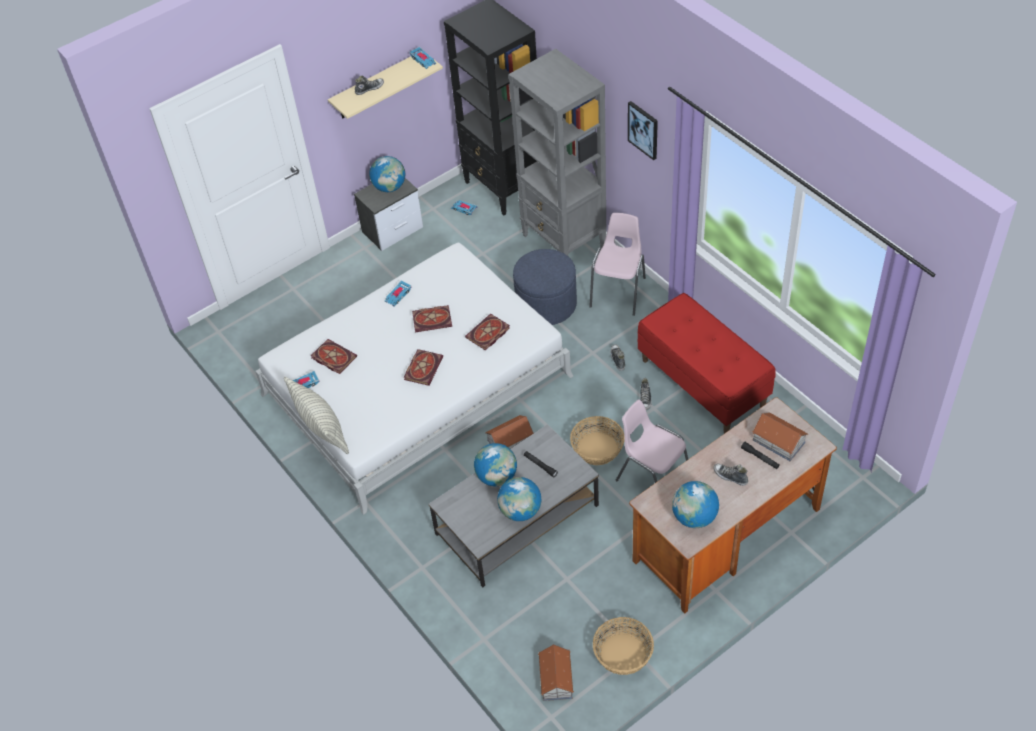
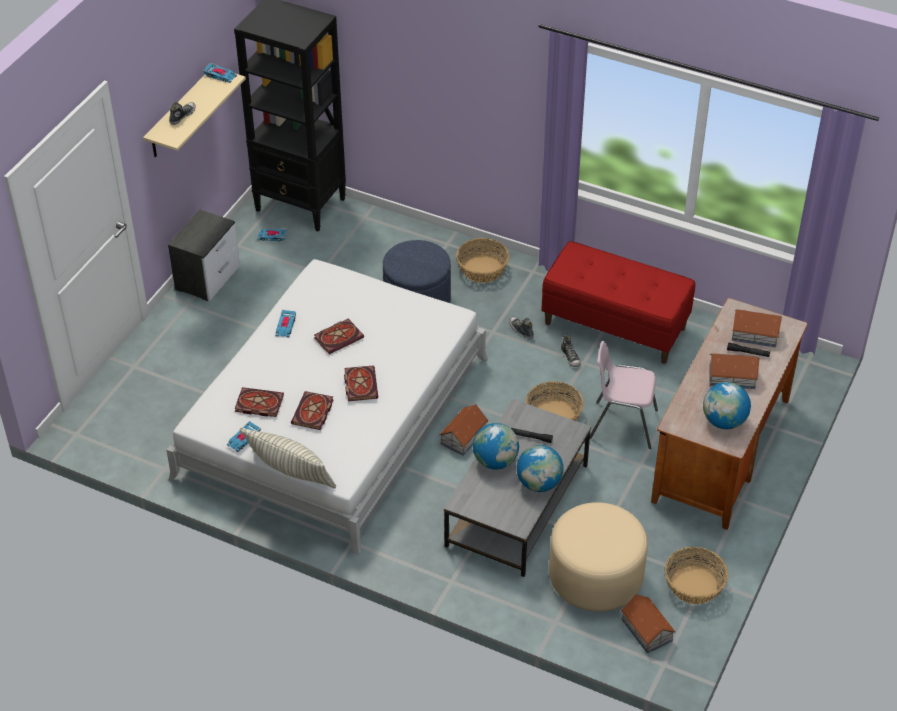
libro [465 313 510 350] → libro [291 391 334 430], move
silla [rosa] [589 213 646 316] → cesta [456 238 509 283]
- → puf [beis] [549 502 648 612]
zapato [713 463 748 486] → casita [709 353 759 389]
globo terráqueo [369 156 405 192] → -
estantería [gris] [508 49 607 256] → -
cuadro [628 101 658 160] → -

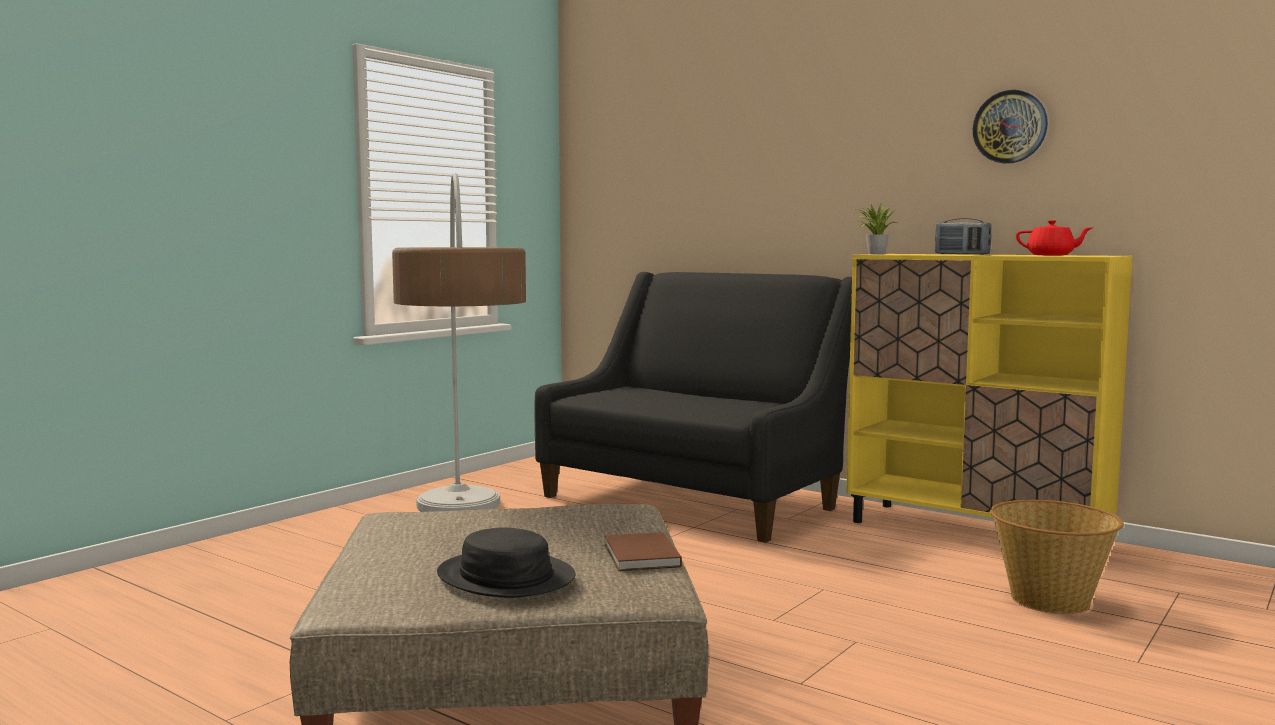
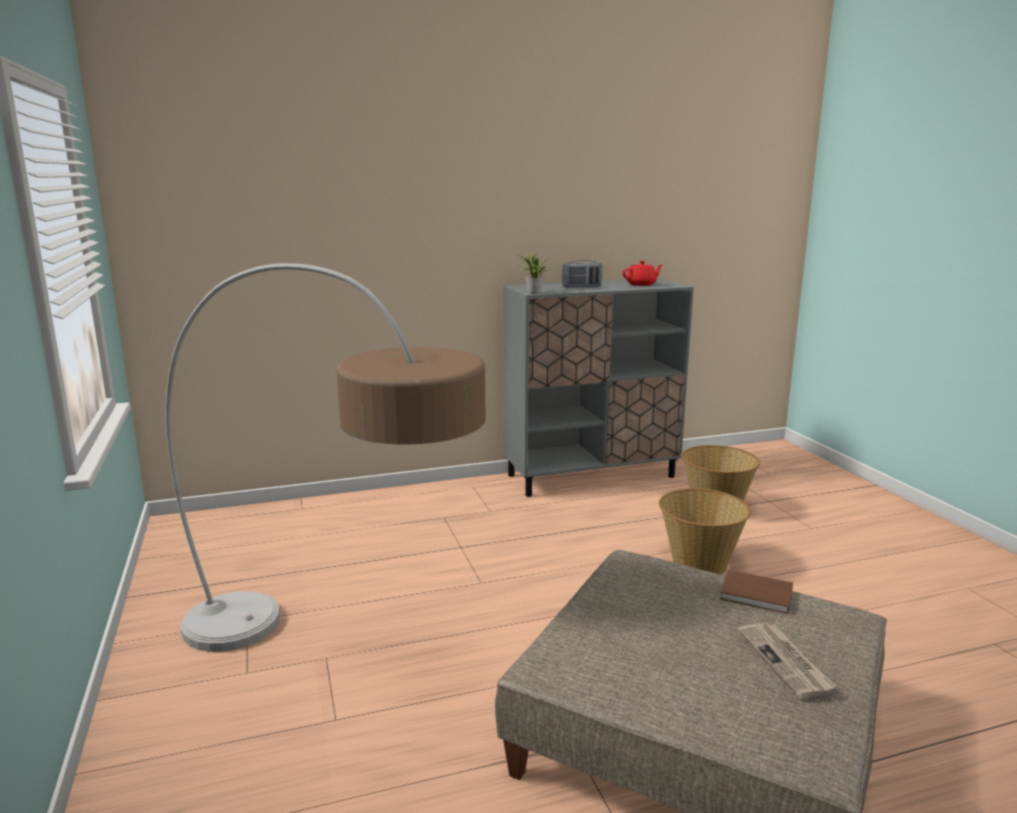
armario [amarillo] [846 254 1133 523] → armario [gris] [503 278 694 497]
- → cesta [659 488 751 575]
sombrero [negro] [437 527 576 598] → periódico [738 623 837 699]
sofá [negro] [535 272 852 543] → -
reloj de pared [973 90 1048 164] → -

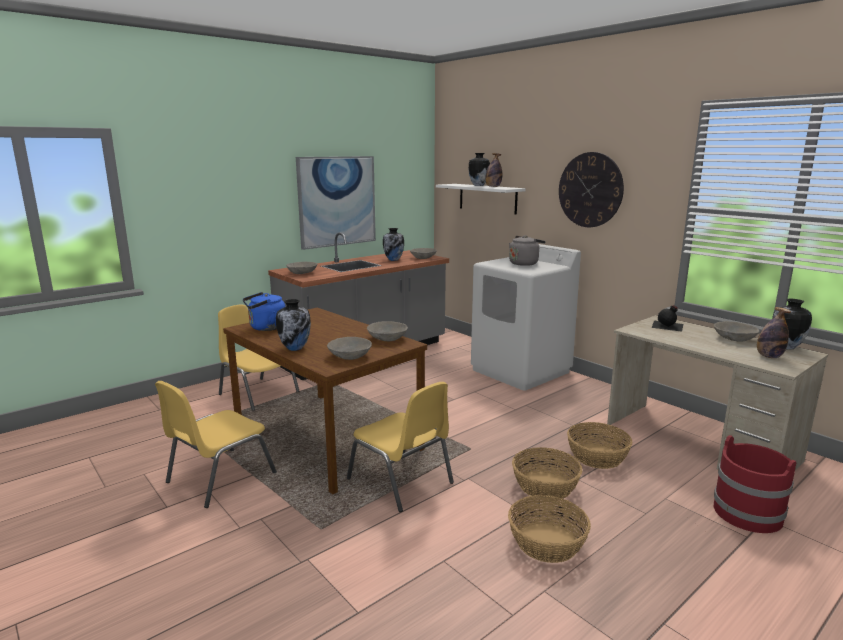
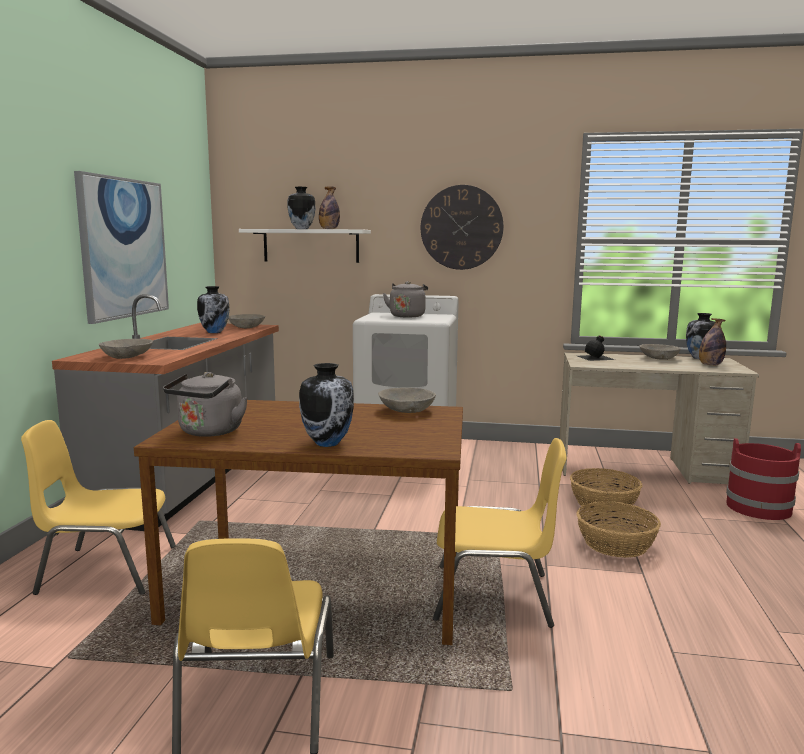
hervidor [azul] [243 292 286 331] → hervidor [gris] [163 372 248 437]
cuenco [gris] [327 337 372 360] → -
cesta [508 495 591 563] → -

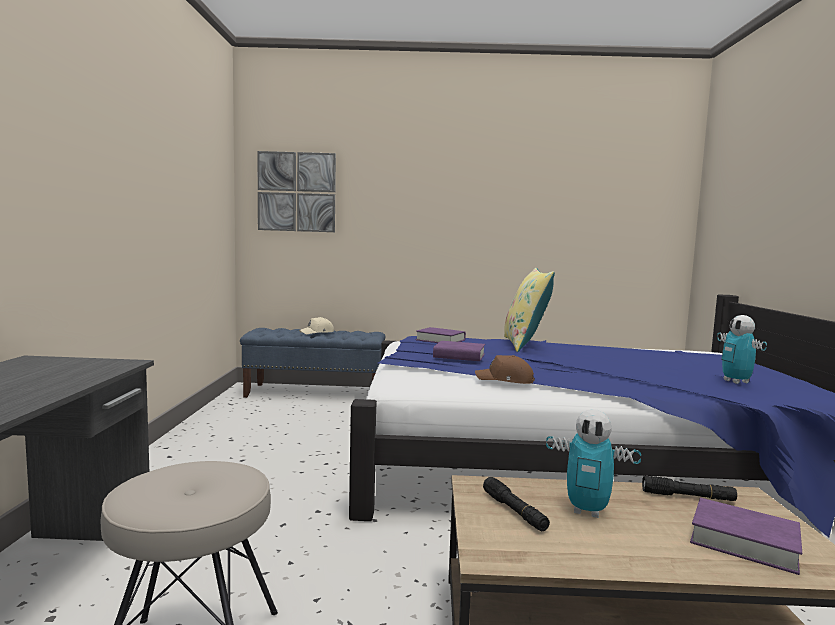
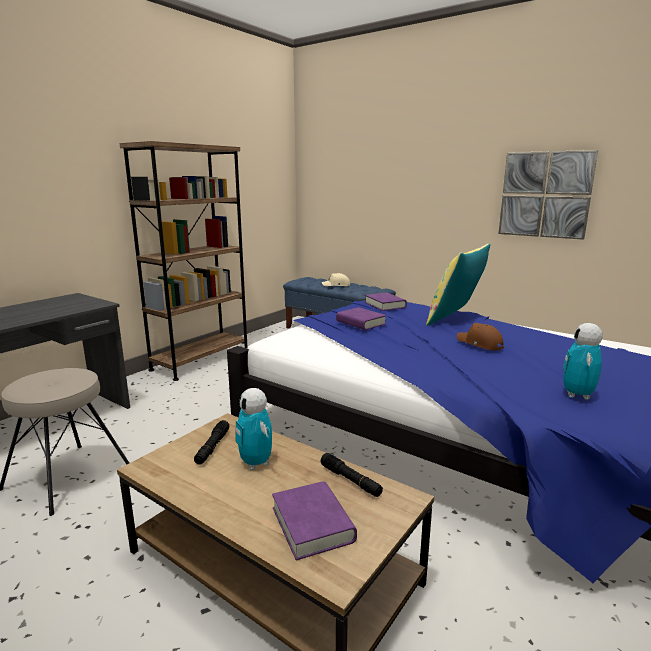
- → estantería [marrón] [120 141 247 381]
gorra [marrón] [475 355 535 384] → gorra [marrón] [457 323 504 350], move
cuadro [257 151 336 232] → cuadro [499 150 599 240], move

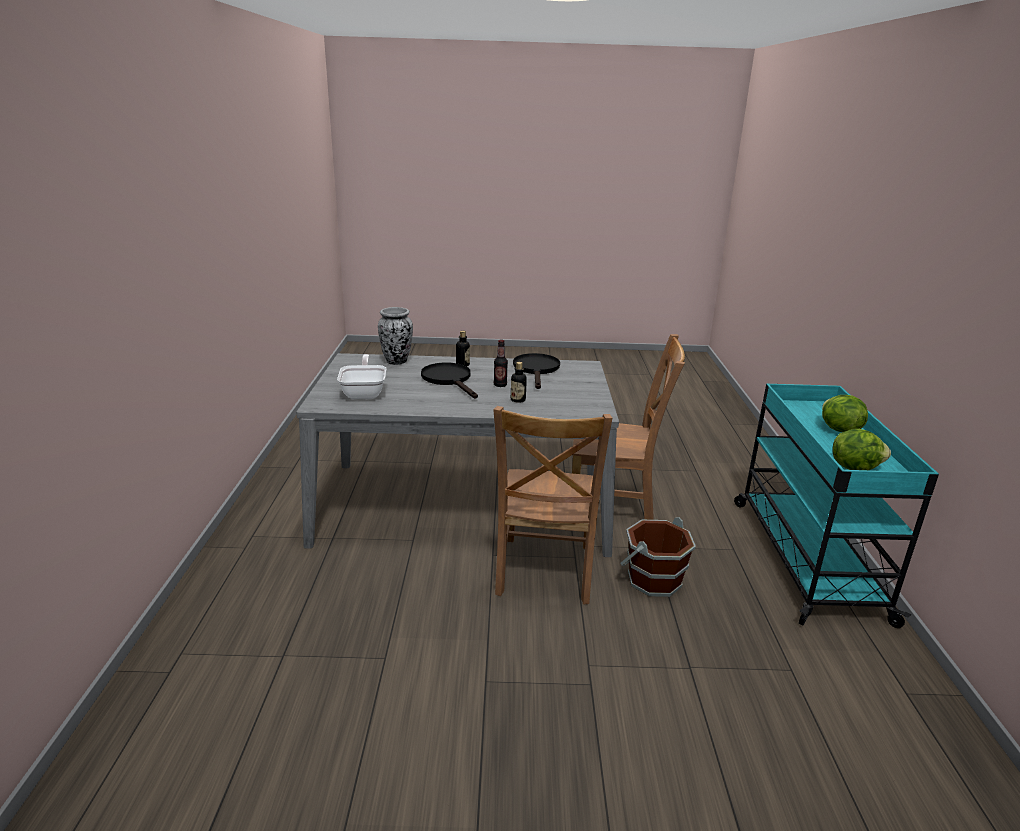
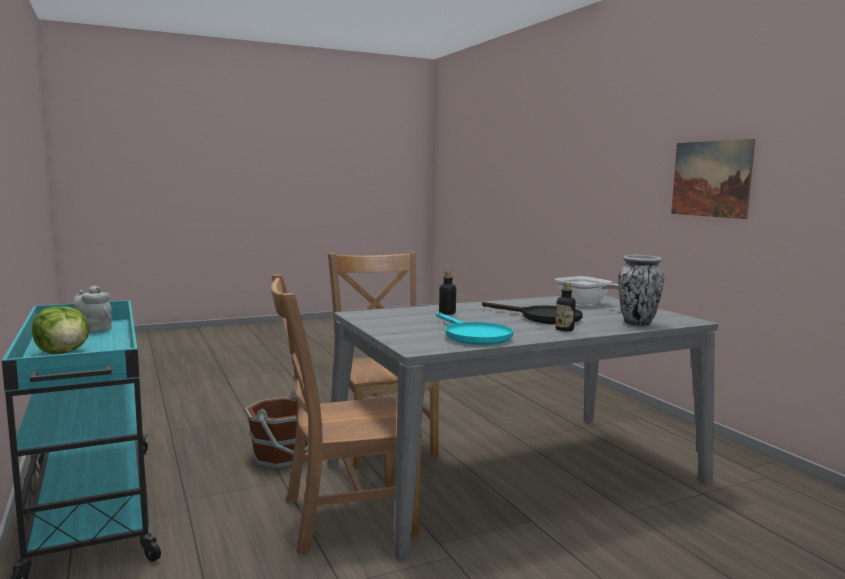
lechuga [833 429 891 470] → tetera [gris] [73 286 112 333]
sartén [negro] [513 353 560 389] → sartén [turquesa] [436 312 513 345]
- → cuadro [671 139 755 219]
botella [494 340 508 387] → -

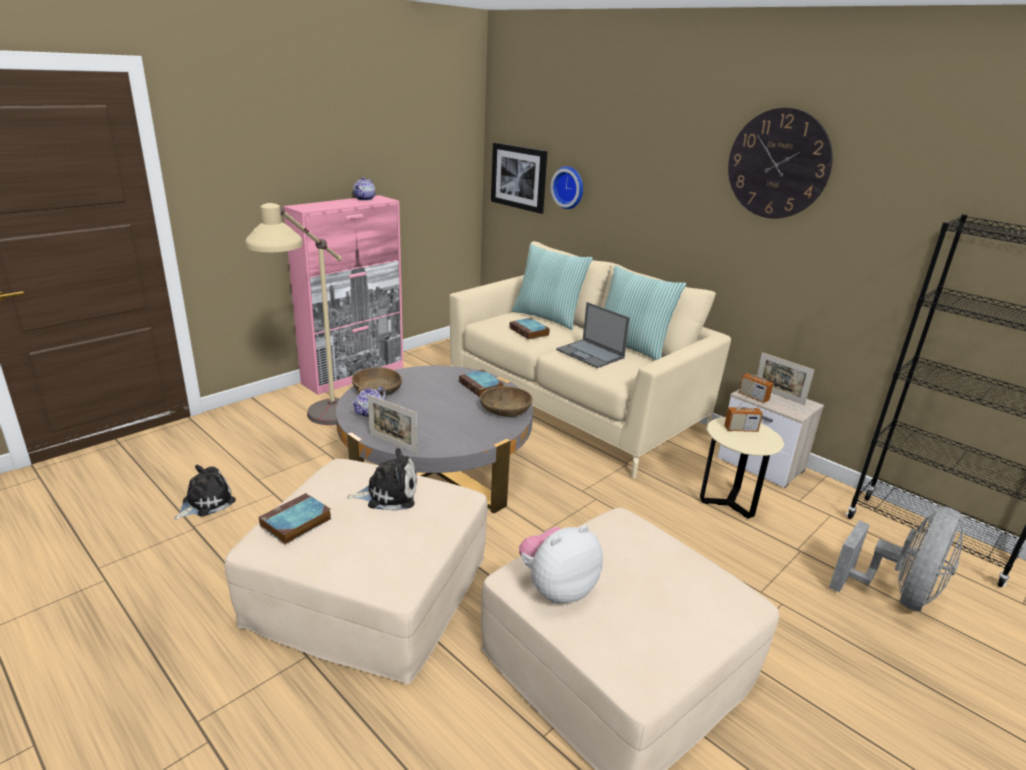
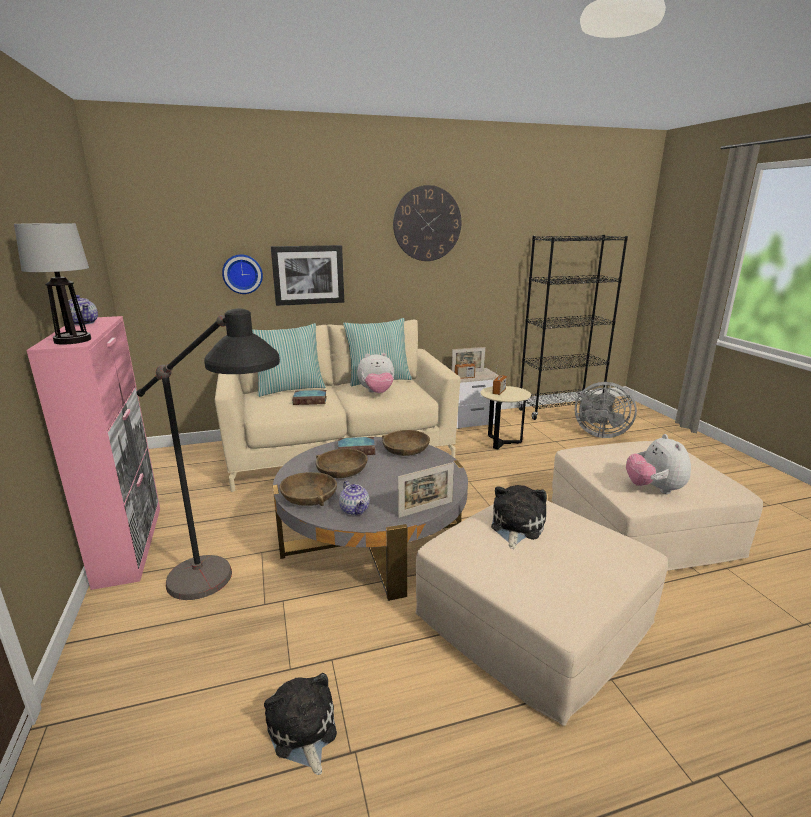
- → lámpara de mesa [14 223 91 344]
lámpara de pie [beis] [245 203 342 425] → lámpara de pie [negro] [137 309 280 600]
cuadro [491 142 547 214] → cuadro [271 245 344 306], move
- → cuenco [marrón] [316 448 368 478]
portátil [556 302 630 368] → peluche [357 353 394 393]
ventilador [gris] [829 506 963 612] → ventilador [gris] [575 382 637 438], 135 degrees clockwise
libro [259 493 332 545] → -

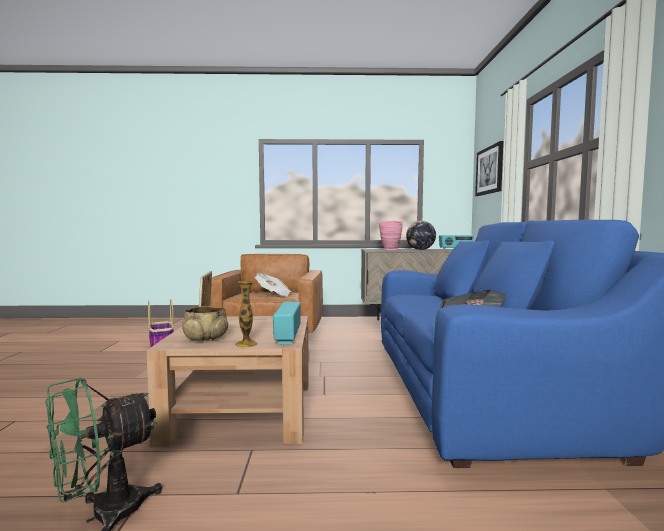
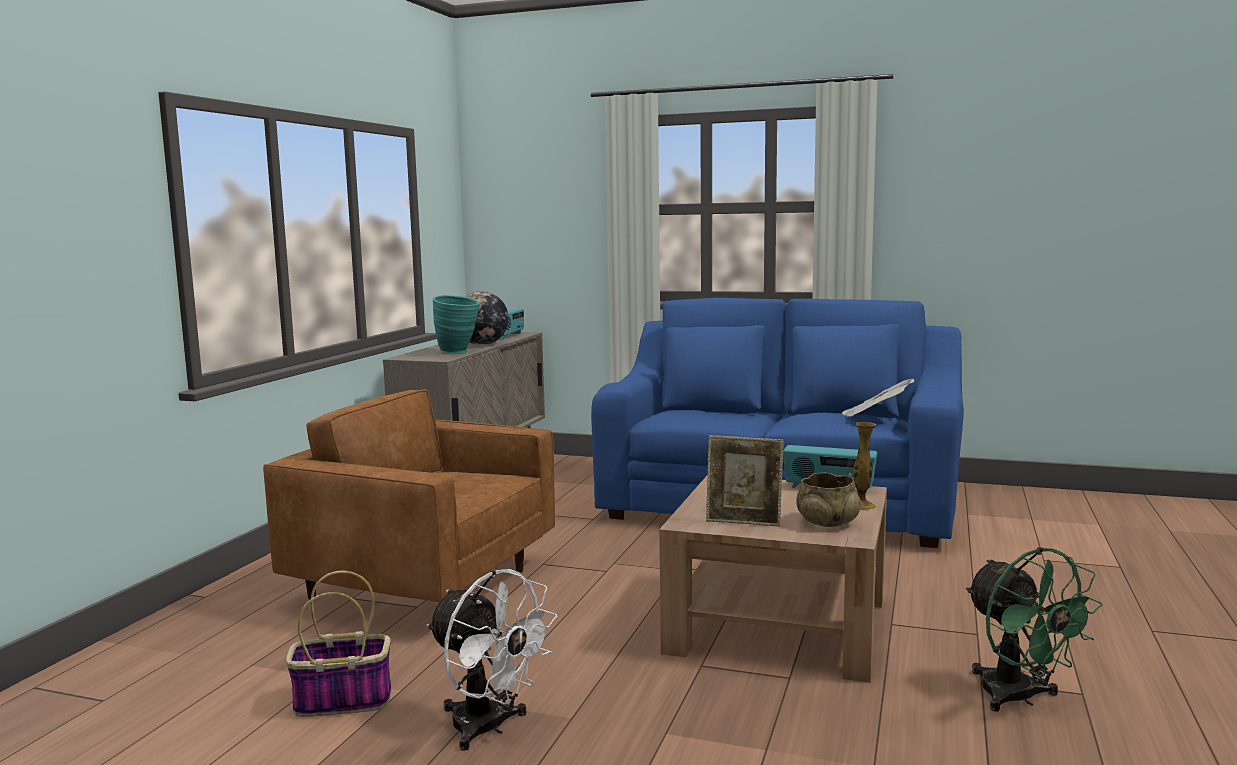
- → ventilador [blanco] [427 569 558 751]
florero [rosa] [379 221 403 250] → florero [turquesa] [433 295 480 354]
periódico [255 273 291 297] → -
cuadro [475 141 503 196] → -

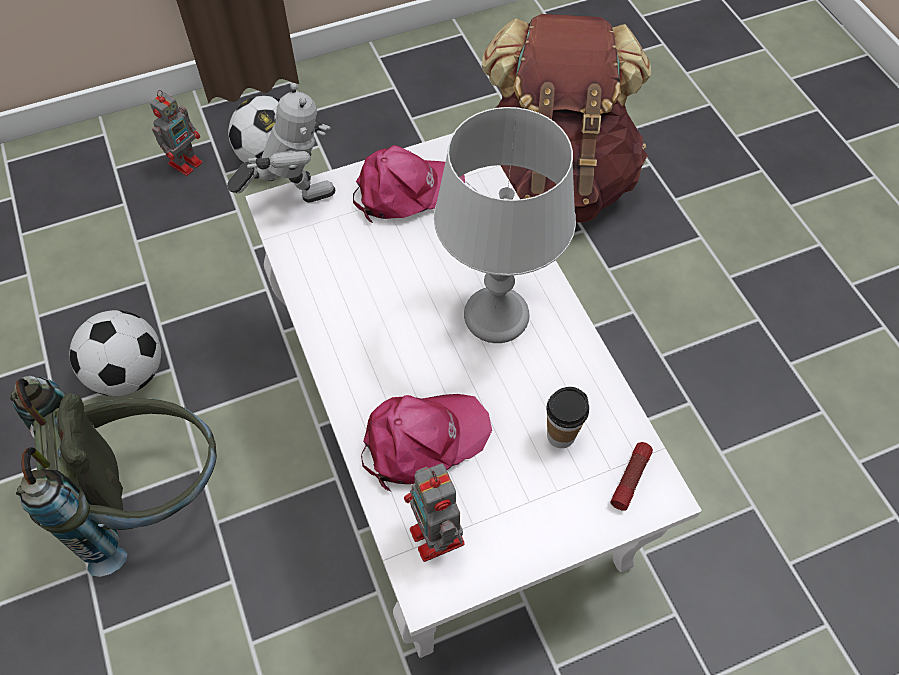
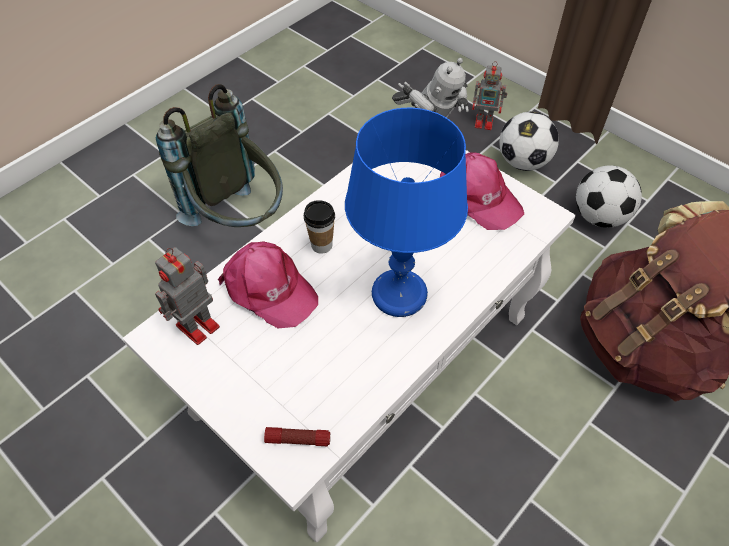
taza [546 387 589 448] → taza [304 200 335 254], move
lámpara de mesa [gris] [434 107 576 343] → lámpara de mesa [azul] [345 108 468 317]
balón de fútbol [70 310 161 396] → balón de fútbol [576 165 642 228], move

